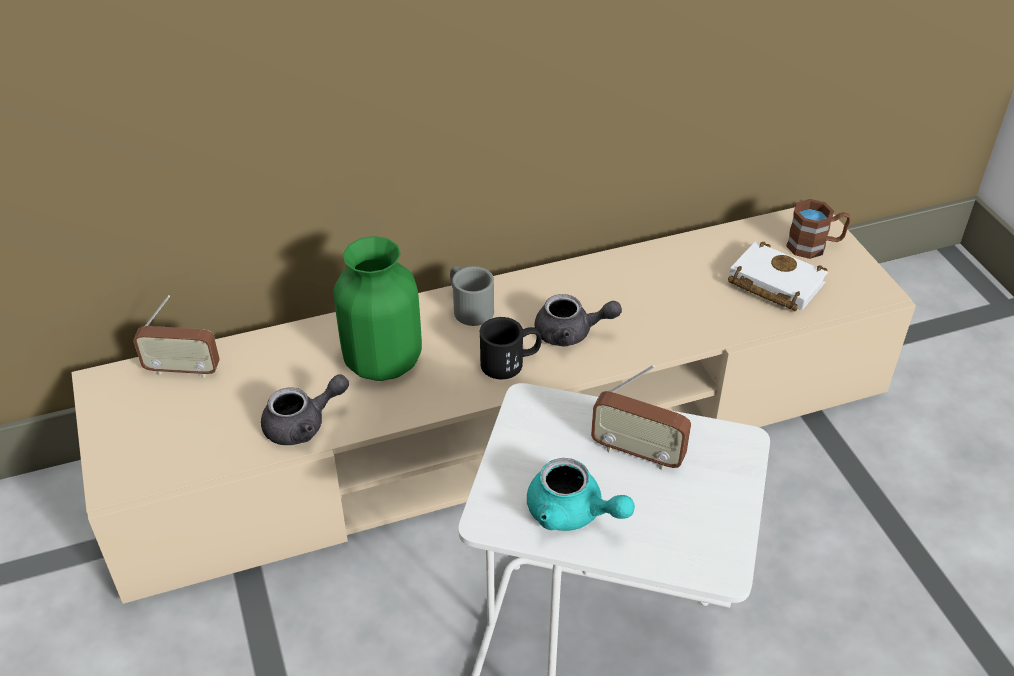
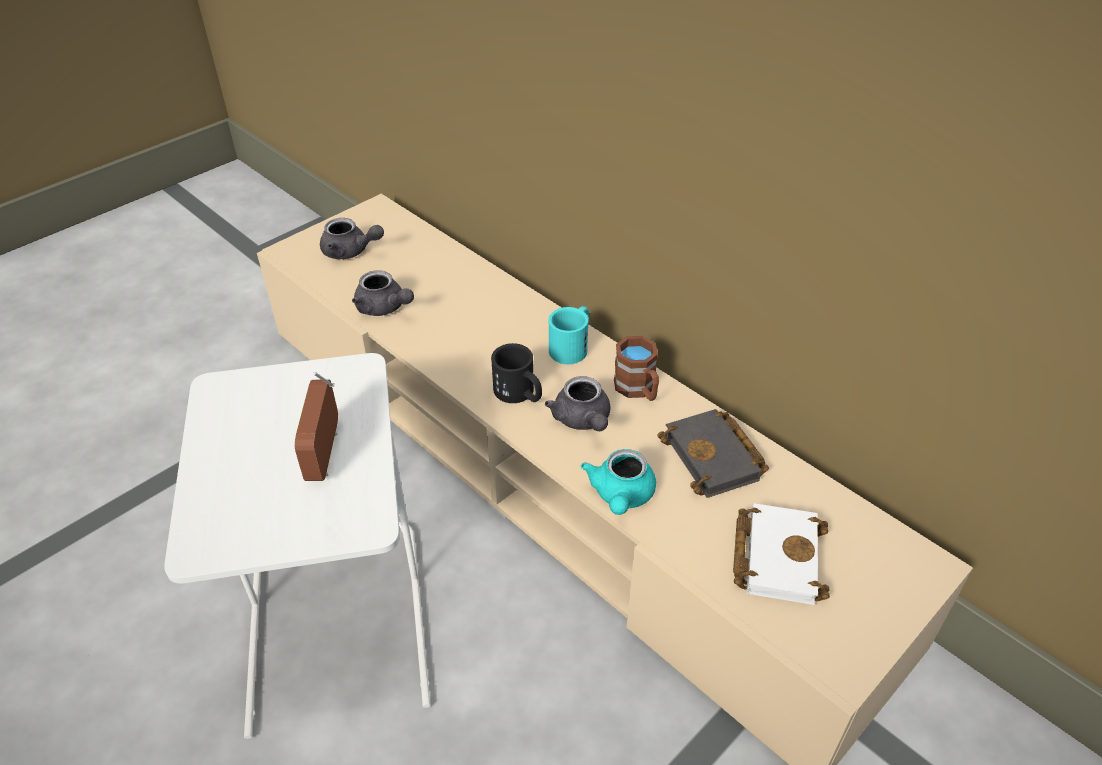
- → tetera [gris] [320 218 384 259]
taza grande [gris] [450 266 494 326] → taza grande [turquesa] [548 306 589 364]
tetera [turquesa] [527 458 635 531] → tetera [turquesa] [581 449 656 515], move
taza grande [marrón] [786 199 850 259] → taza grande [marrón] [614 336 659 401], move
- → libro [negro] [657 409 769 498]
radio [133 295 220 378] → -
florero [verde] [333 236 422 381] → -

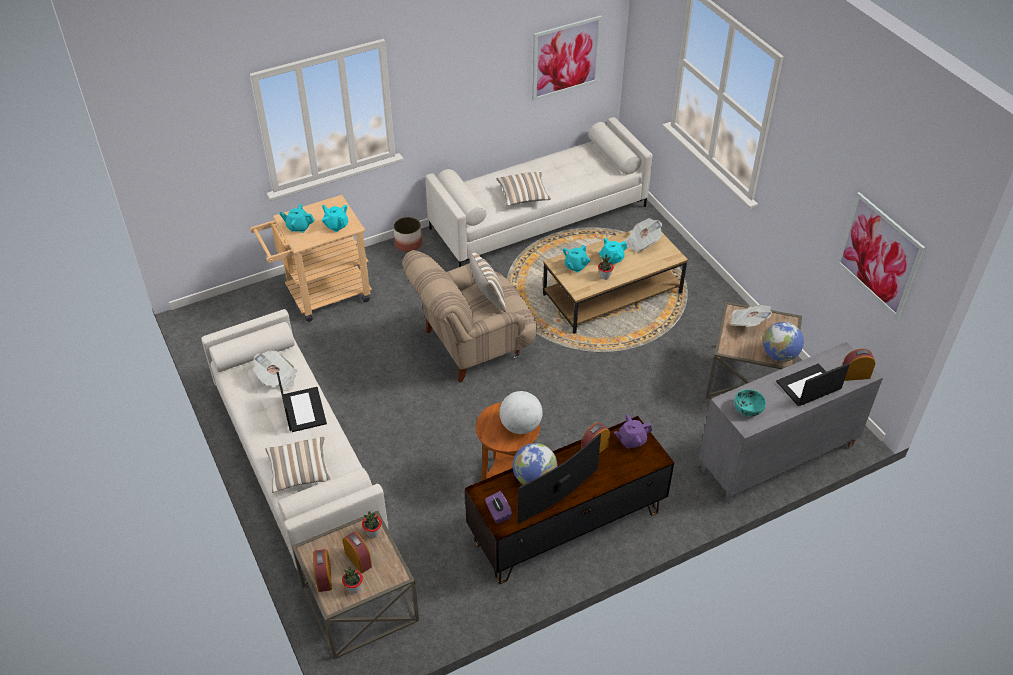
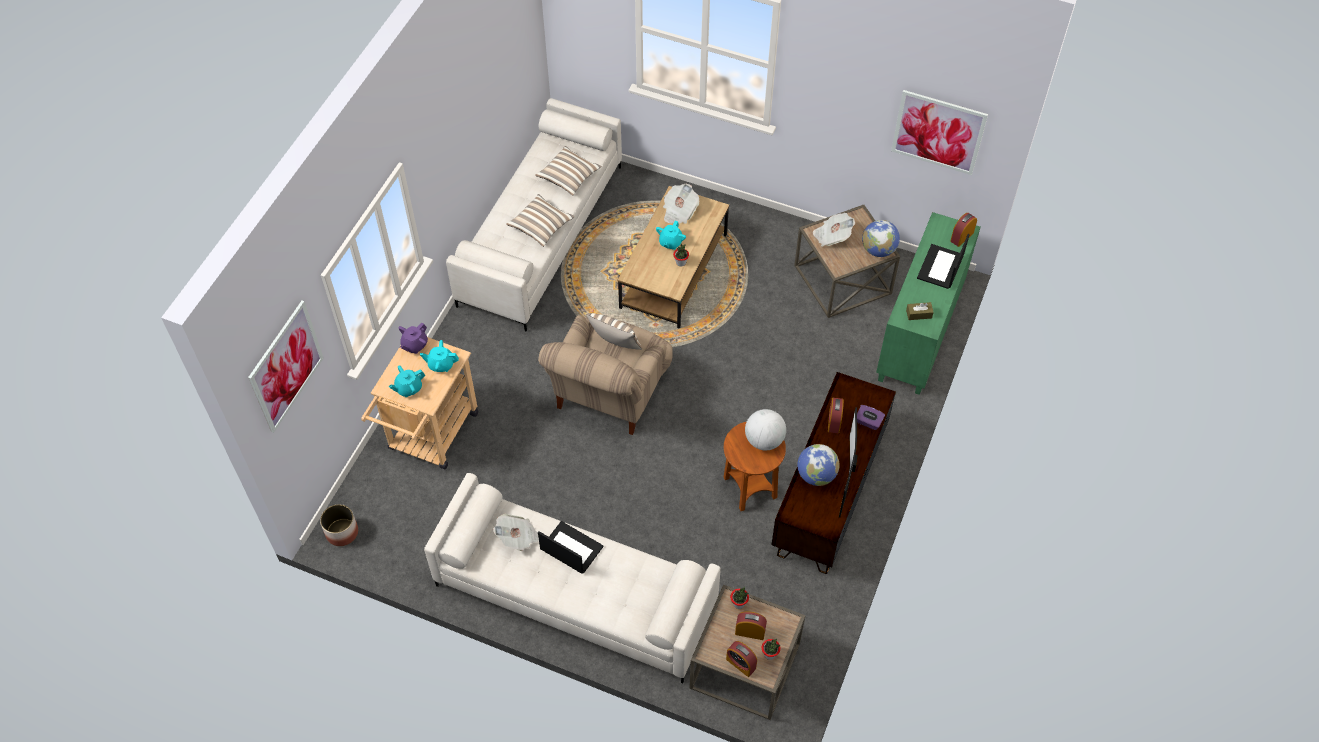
cuadro [533 15 602 101] → cuadro [248 301 323 433], move
maceta [394 217 422 252] → maceta [320 504 358 546], move
tetera [morado] [614 414 652 449] → tetera [morado] [399 322 428 354], move
cojín [266 437 330 493] → cojín [535 146 602 196], move
caja de pañuelos [morado] [485 491 512 524] → caja de pañuelos [morado] [857 405 885 430], move
armario [gris] [699 342 883 504] → armario [verde] [876 212 980 395]
cuenco [turquesa] [734 389 766 417] → caja de pañuelos [marrón] [906 302 934 320]
tetera [turquesa] [563 245 591 272] → -

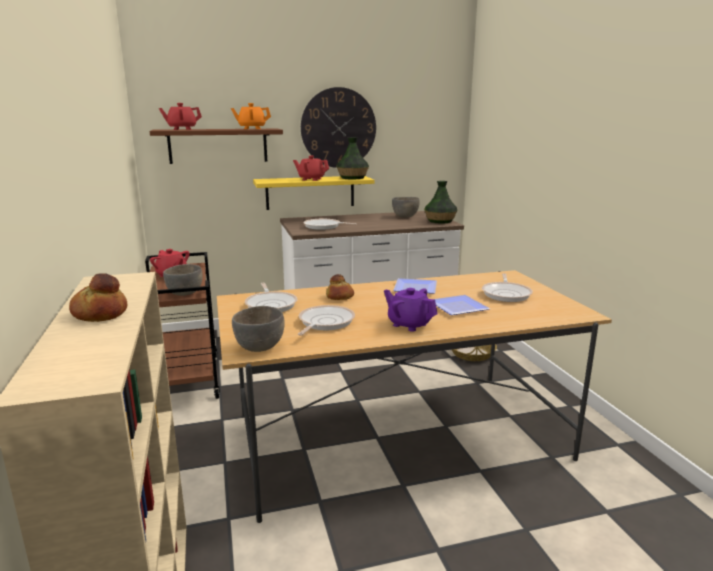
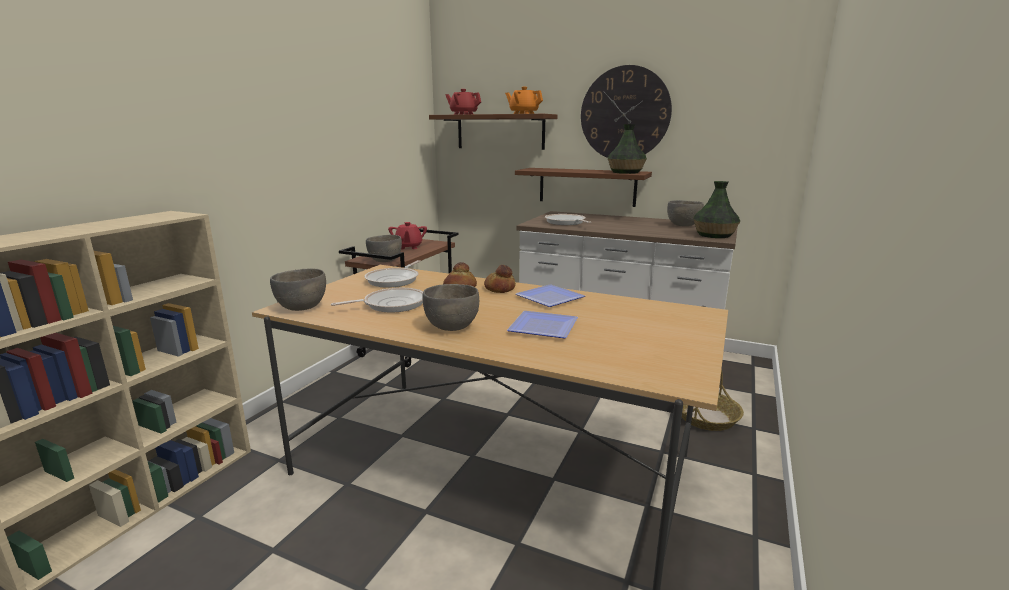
tetera [morado] [384 288 437 332] → cuenco [gris] [422 284 479 331]
pan [69 273 127 322] → pan [484 265 516 293], move
estante [amarillo] [253 176 374 210] → estante [marrón] [515 168 652 207]
tetera [rojo] [293 156 329 181] → -
sartén [482 273 533 302] → -

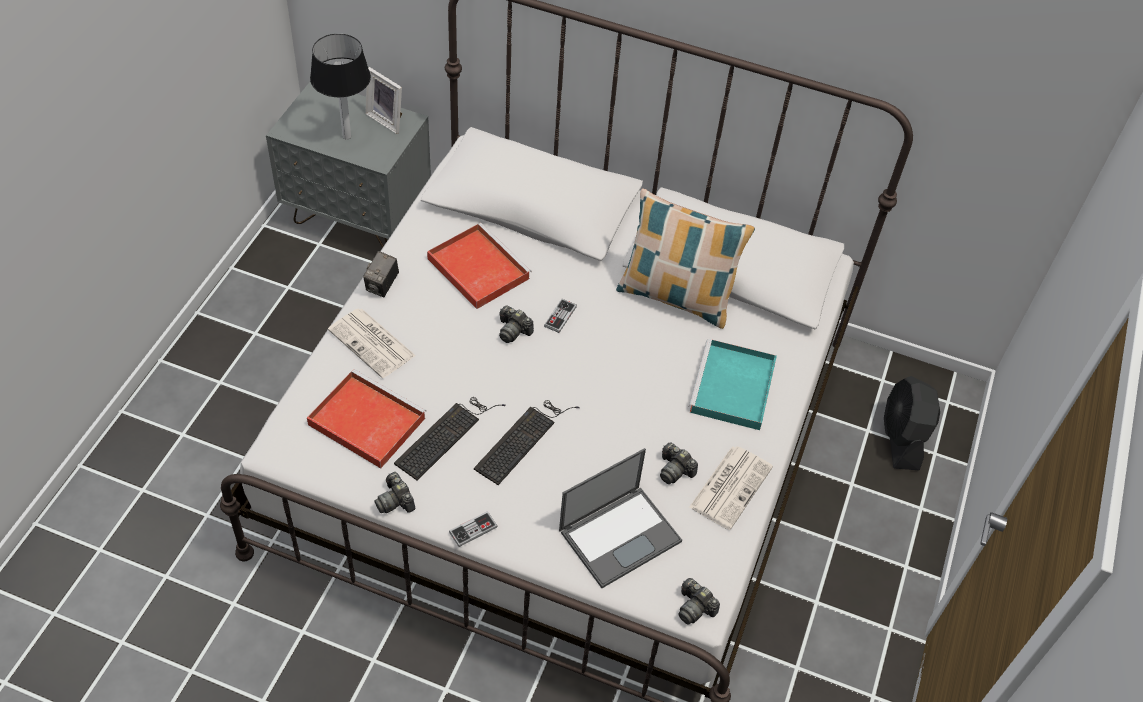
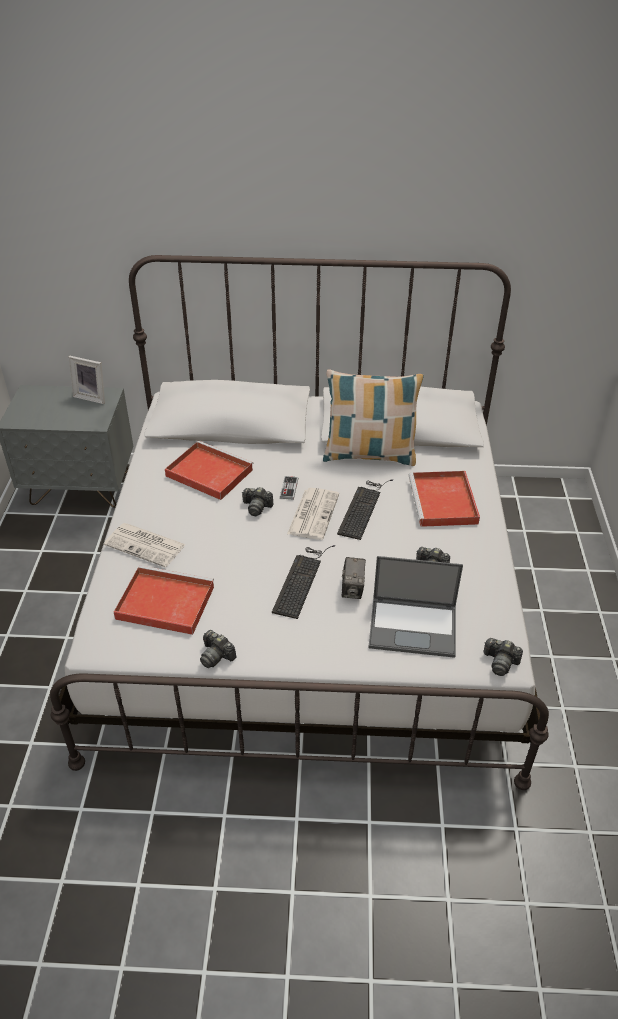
periódico [689 446 773 530] → periódico [287 488 339 540], move
teclado [394 397 506 480] → teclado [337 479 393 540], move
cámara [364 251 399 297] → cámara [341 557 366 599], move
portátil [559 448 682 588] → portátil [368 556 463 658], 60 degrees clockwise
bandeja [turquesa] [689 339 777 430] → bandeja [rojo] [408 471 480 527]
lámpara de mesa [310 34 371 140] → -
mando de consola [449 511 498 547] → -
ventilador [negro] [884 376 940 471] → -

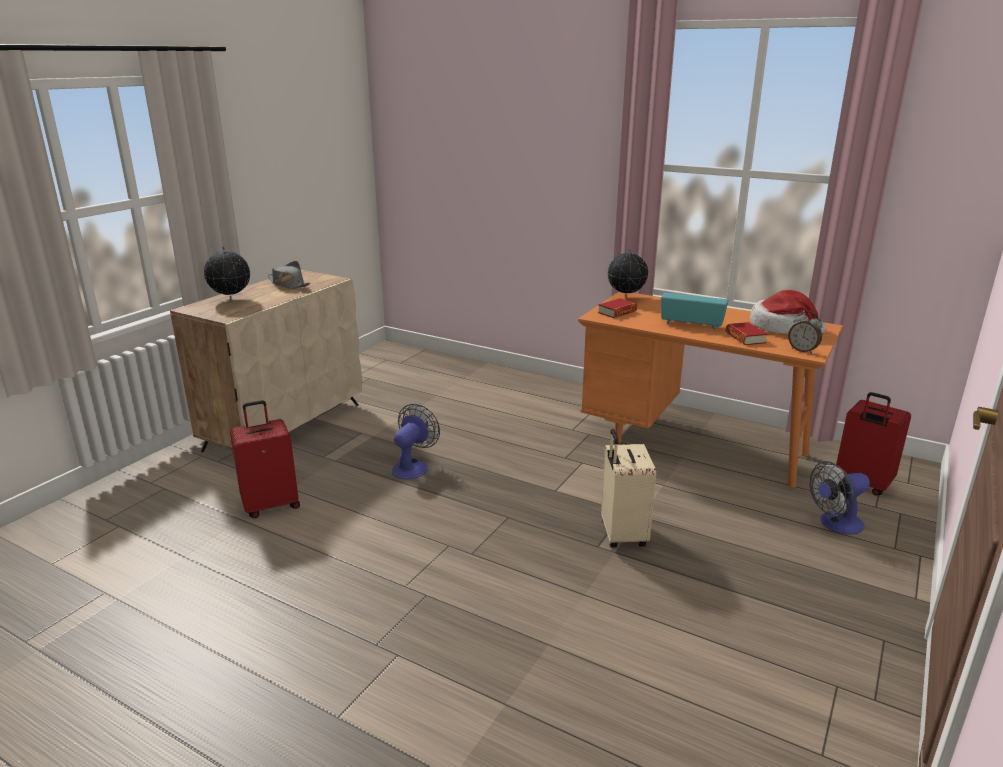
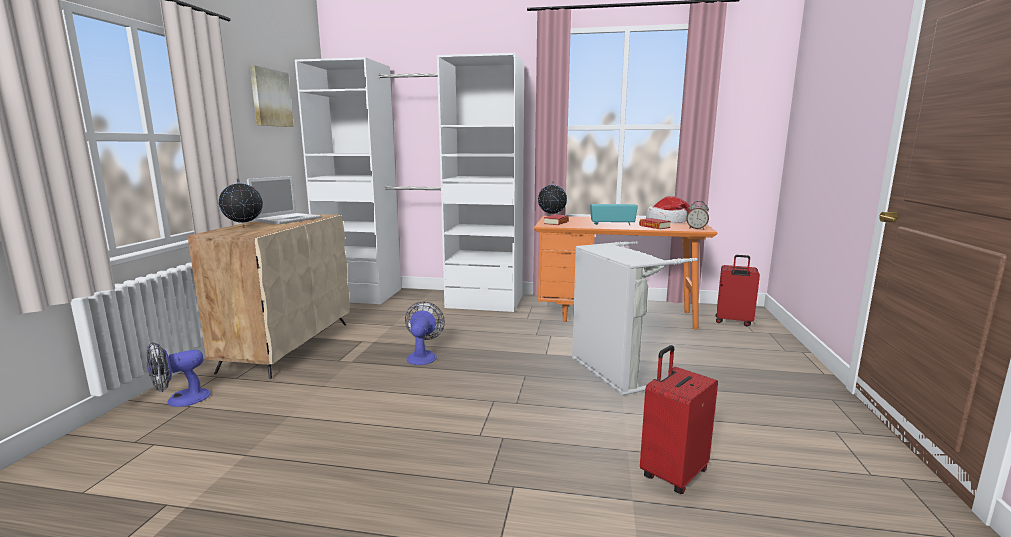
ventilador [810 461 870 535] → ventilador [147 342 211 407], move
sombrero [gris] [267 261 310 289] → portátil [247 176 322 224]
- → cuadro [250 65 294 127]
- → armario ropero [blanco] [295 53 524 312]
maleta [beis] [601 429 656 548] → cesto de la ropa [gris] [572 241 698 396]
maleta [rojo] [230 400 300 518] → maleta [rojo] [640 345 718 494], move

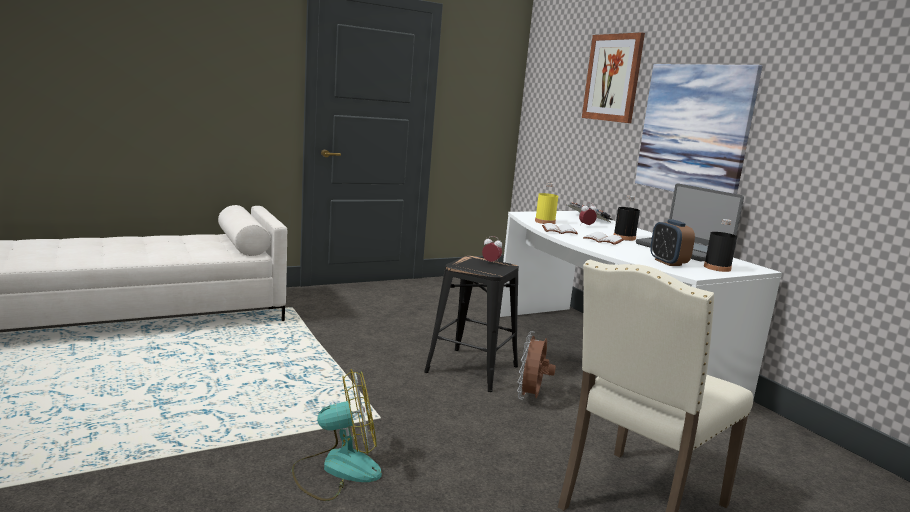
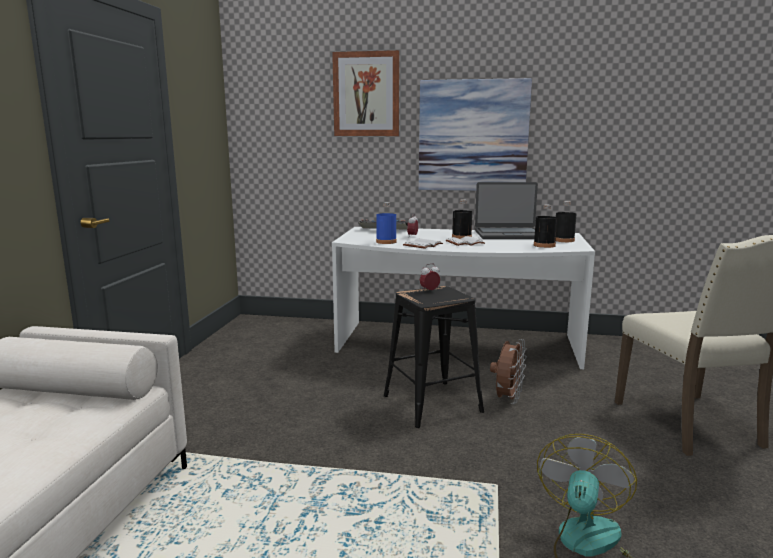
botella [amarillo] [535 183 558 224] → botella [azul] [376 202 397 244]
ventilador [marrón] [517 331 556 400] → ventilador [marrón] [490 339 527 404], 120 degrees counterclockwise
despertador [650 219 695 266] → botella [negro] [534 205 557 248]

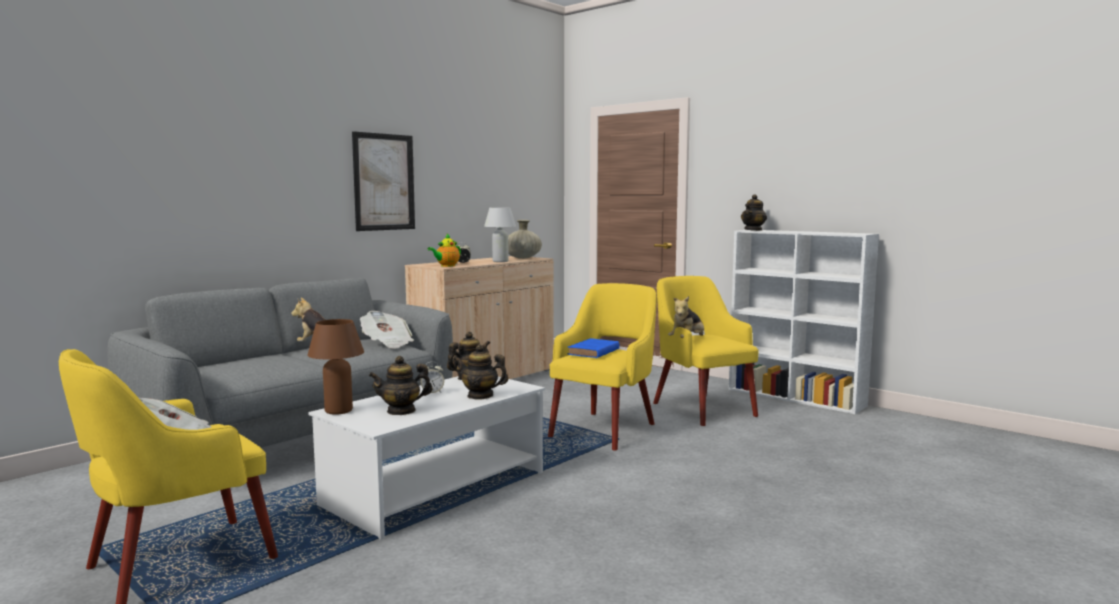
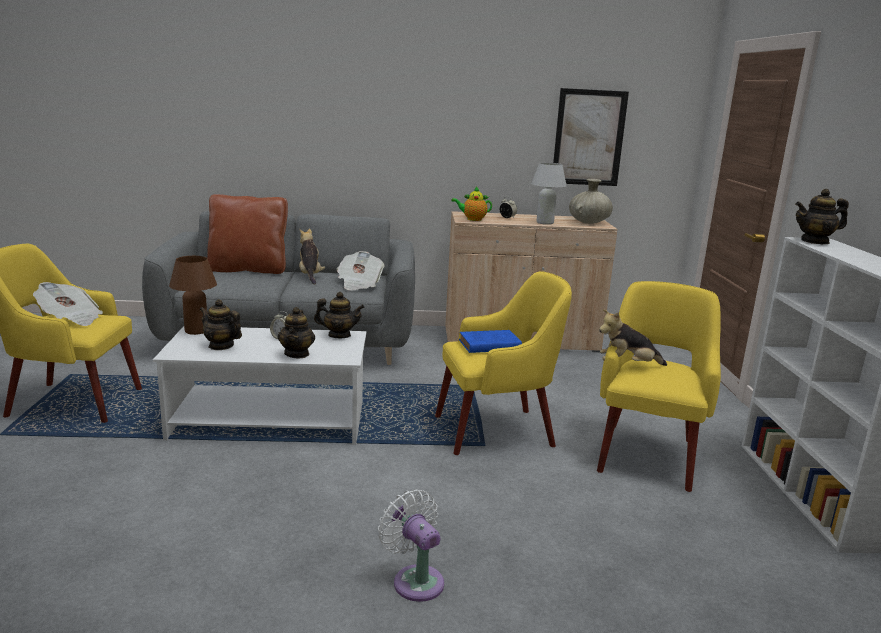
- → cojín [marrón] [207 194 288 274]
tetera [453 345 508 400] → tetera [278 307 315 358], 150 degrees counterclockwise
- → ventilador [blanco] [378 489 444 602]
cuadro [352 131 415 231] → cuadro [553 88 629 186], move

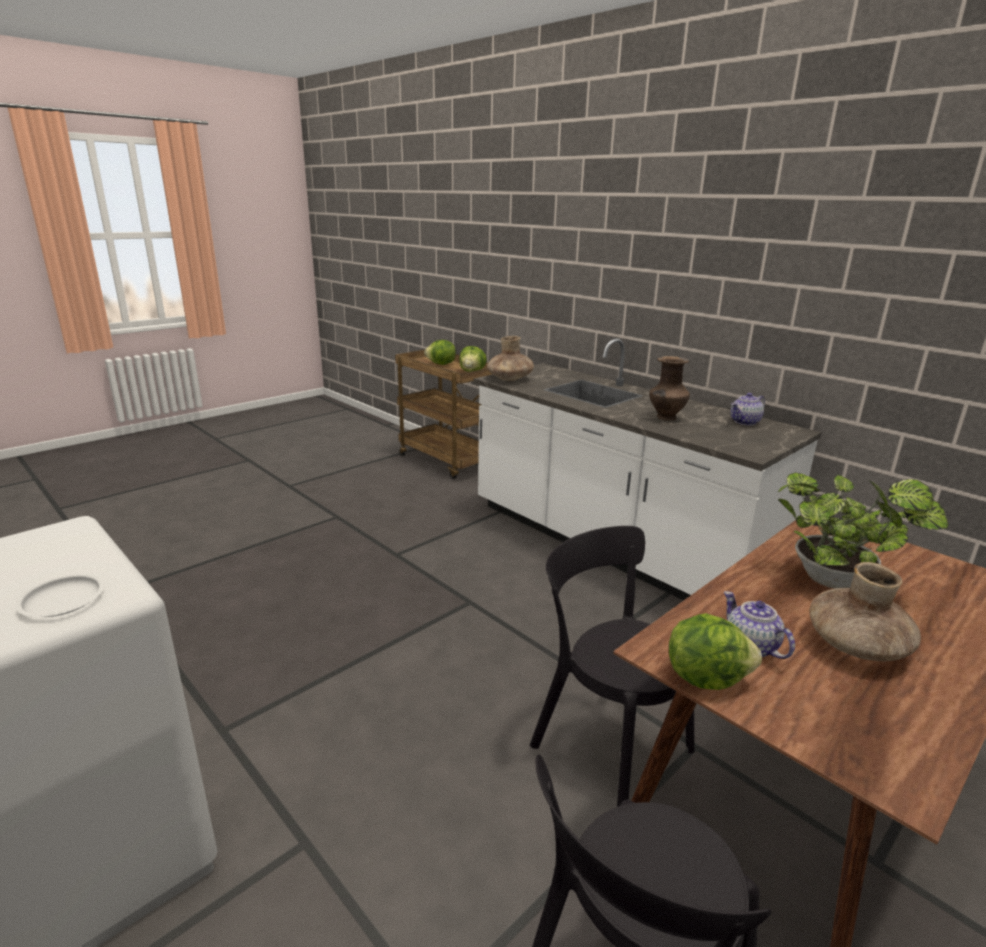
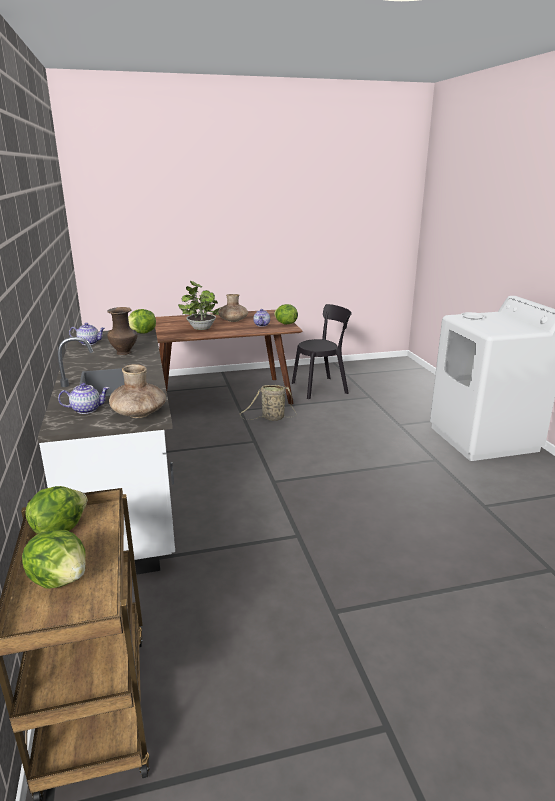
- → tetera [58 383 109 414]
- → lechuga [128 309 156 334]
silla [negro] [530 526 695 807] → cesta [240 385 296 421]

